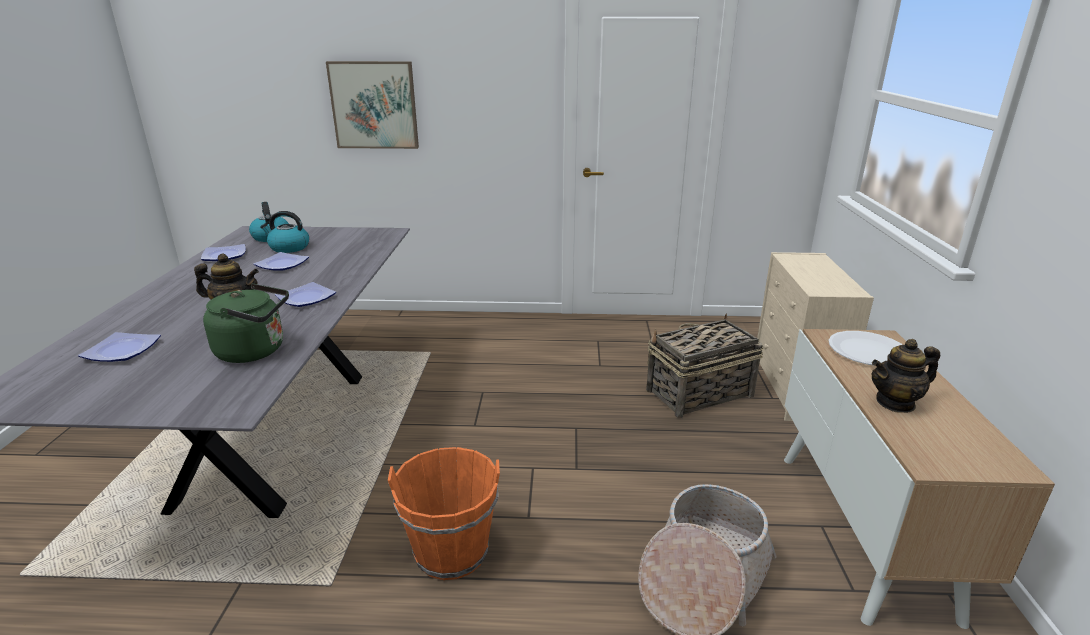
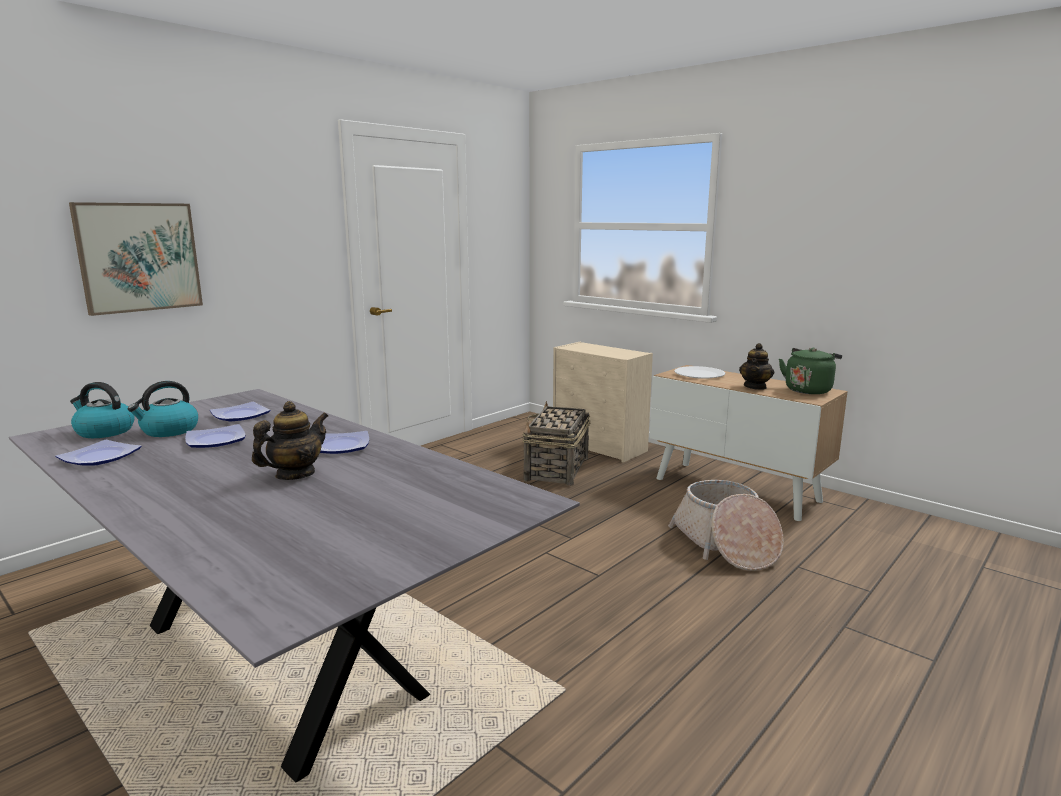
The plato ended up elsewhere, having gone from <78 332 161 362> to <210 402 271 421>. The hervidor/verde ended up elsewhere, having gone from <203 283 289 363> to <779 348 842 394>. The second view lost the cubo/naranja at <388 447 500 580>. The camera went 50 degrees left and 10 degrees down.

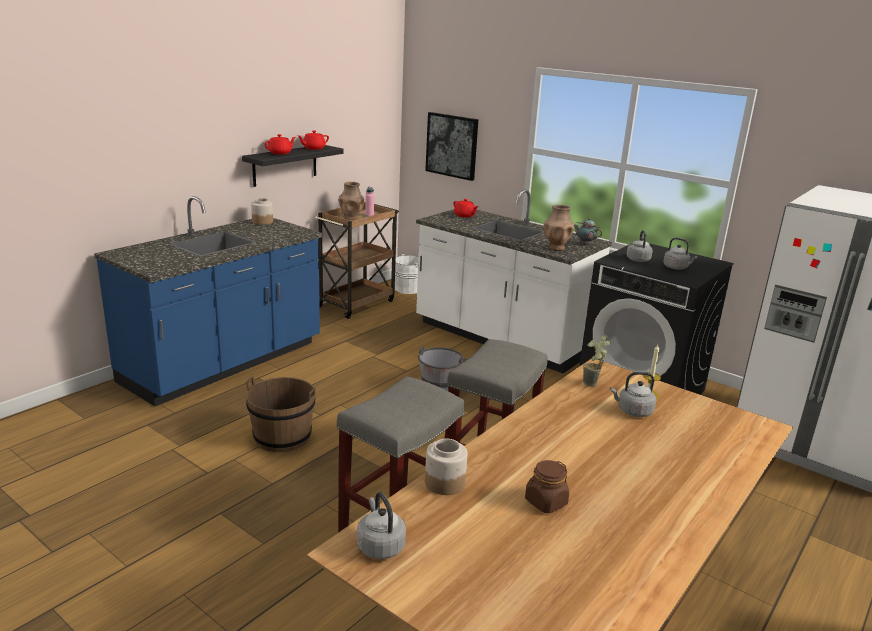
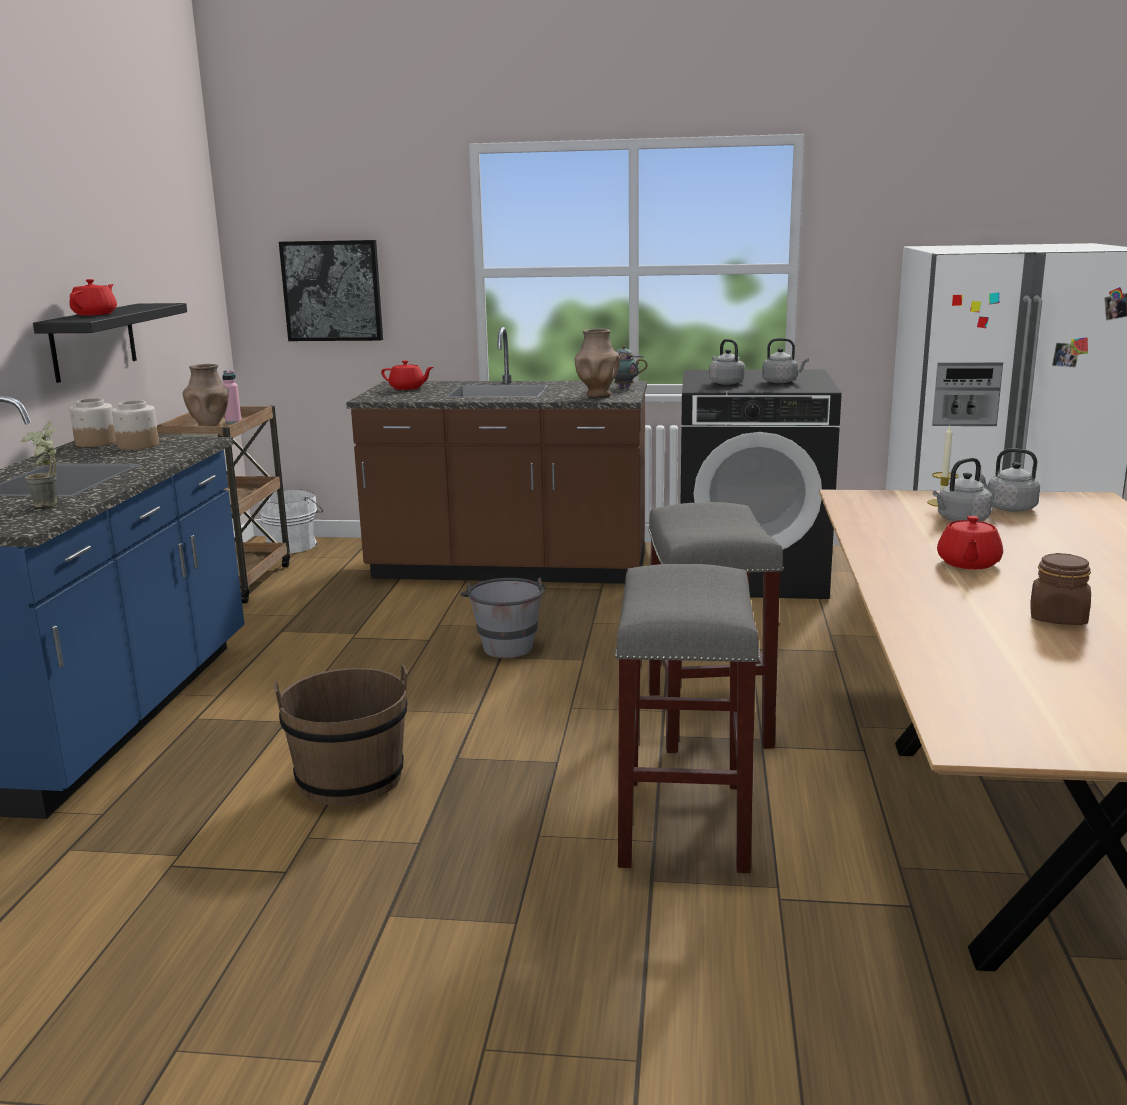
The tetera/rojo ended up elsewhere, having gone from <298 131 329 150> to <937 516 1003 569>. The hervidor/gris ended up elsewhere, having gone from <357 492 406 559> to <980 448 1040 512>. What was the mueble bajo de cocina/blanco at <416 189 612 373> turned into the mueble bajo de cocina/marrón at <346 327 647 584>. The tarro ended up elsewhere, having gone from <425 439 467 495> to <112 400 159 450>. The planta en maceta ended up elsewhere, having gone from <583 334 611 387> to <20 421 57 507>. The camera went 30 degrees left and 5 degrees down.

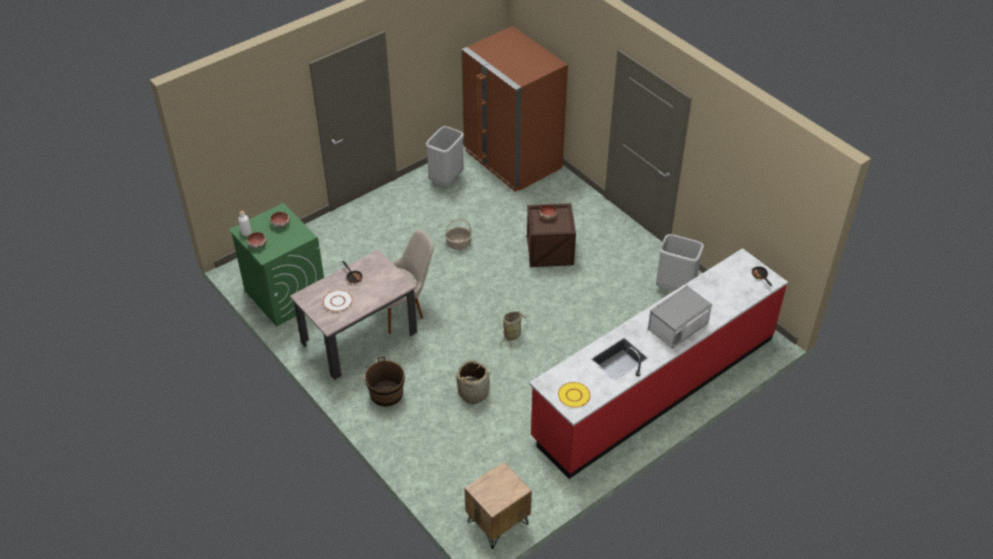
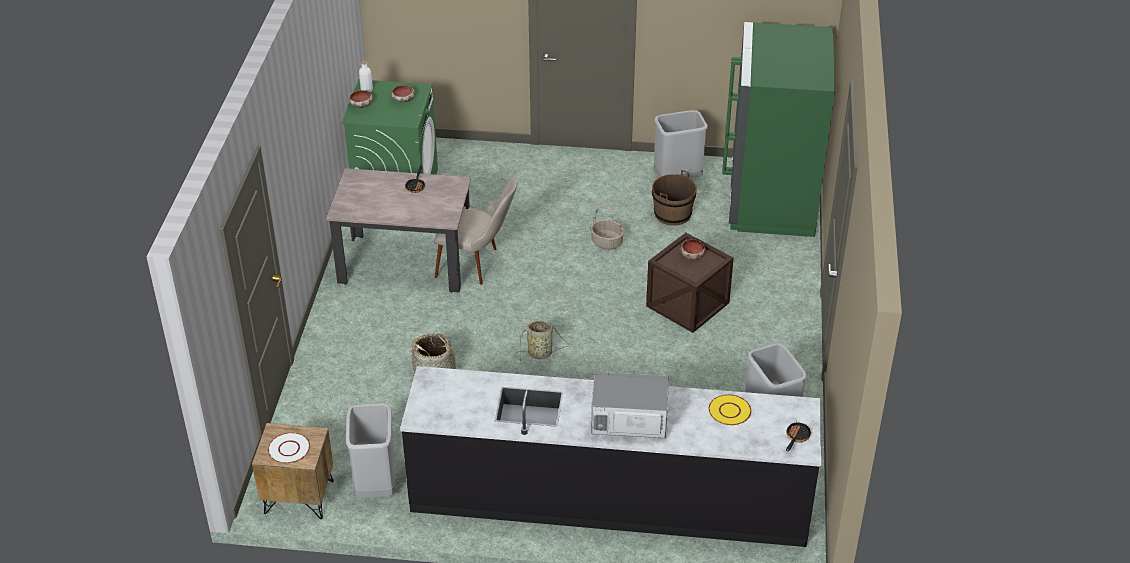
The plato/blanco ended up elsewhere, having gone from <323 290 353 311> to <268 432 310 463>. The cubo/marrón ended up elsewhere, having gone from <365 356 405 407> to <652 170 697 226>. What was the nevera/marrón at <461 26 568 192> turned into the nevera/verde at <722 22 835 237>. What was the mueble bajo de cocina/rojo at <529 248 788 479> turned into the mueble bajo de cocina/negro at <400 366 821 547>. The plato/amarillo ended up elsewhere, having gone from <558 382 590 408> to <709 394 751 425>. The second view gained the papelera/gris at <346 403 395 498>. The camera went 45 degrees right and 5 degrees down.

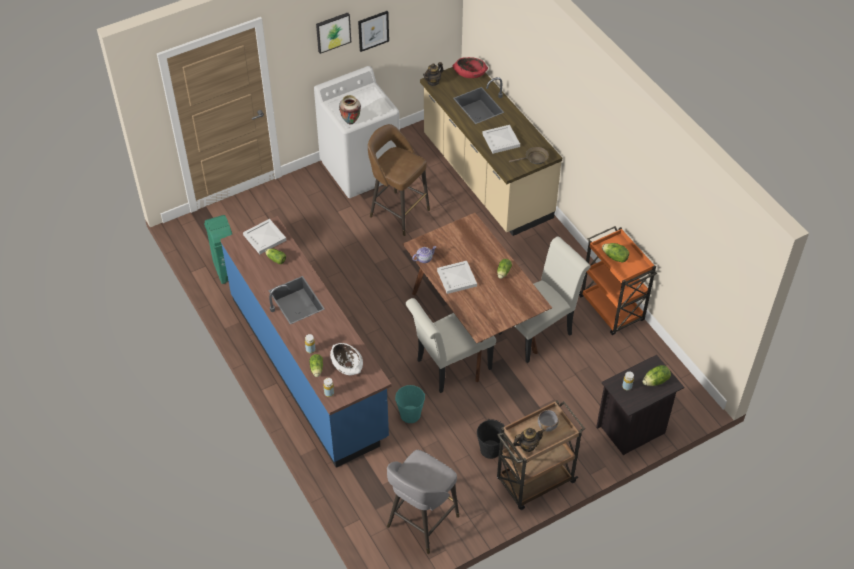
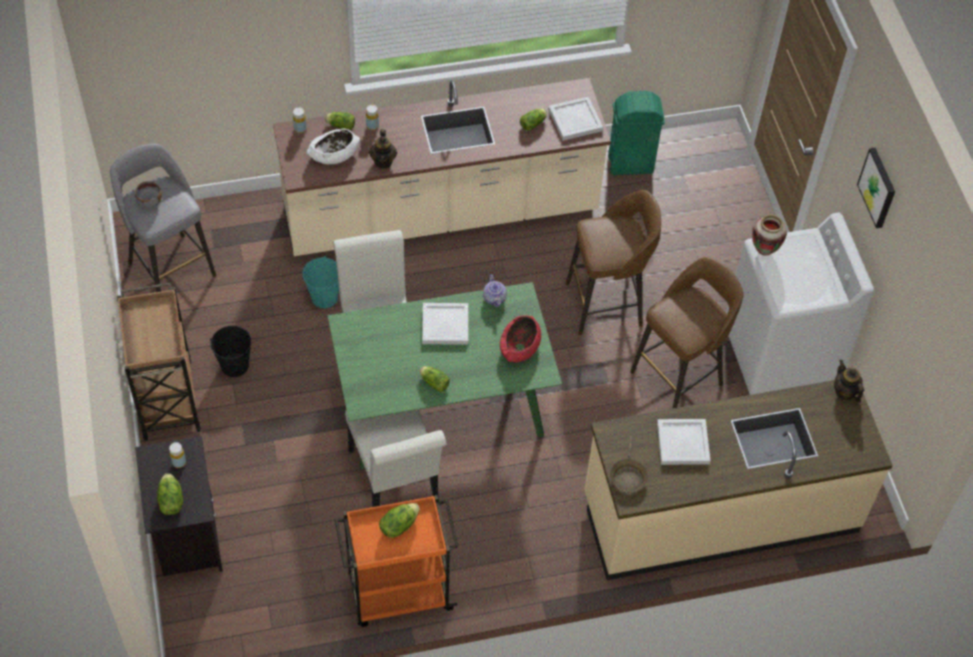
What was the mueble bajo de cocina/azul at <220 216 392 468> turned into the mueble bajo de cocina/beis at <273 78 611 256>. The second view lost the cuadro at <358 11 389 52>. What was the mesa de comedor/marrón at <403 213 552 382> turned into the mesa de comedor/verde at <327 282 562 469>. The cuenco/rojo ended up elsewhere, having gone from <452 57 488 78> to <500 315 541 362>. The tetera ended up elsewhere, having gone from <513 428 545 452> to <369 129 397 168>. The cuenco/gris ended up elsewhere, having gone from <538 410 559 431> to <135 181 162 208>. The second view gained the taburete/marrón at <565 190 661 335>. The camera went 105 degrees right and 5 degrees up.

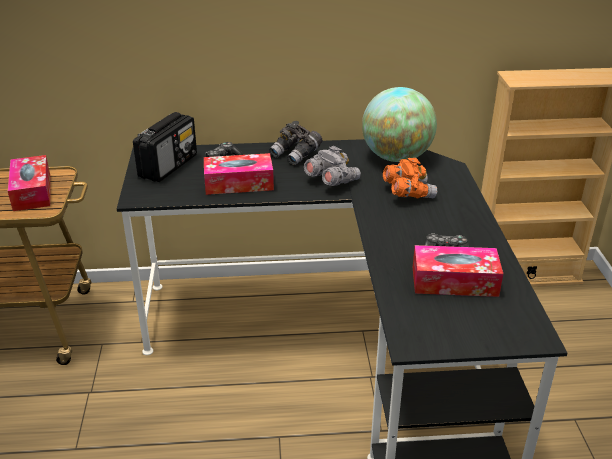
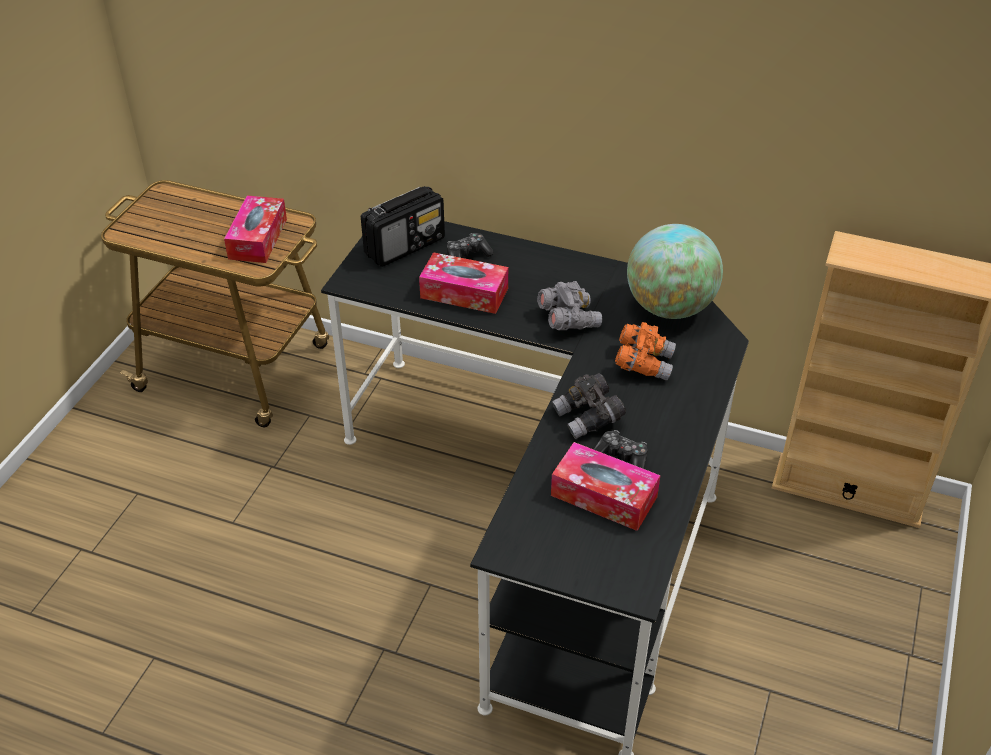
The prismáticos/gris ended up elsewhere, having gone from <269 121 323 165> to <552 373 626 439>. The camera went 25 degrees right and 10 degrees up.

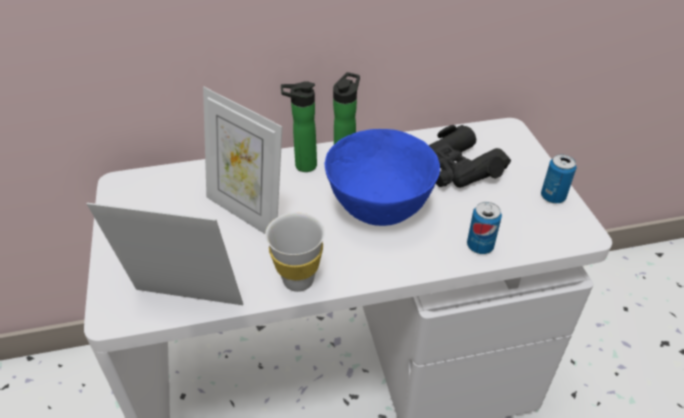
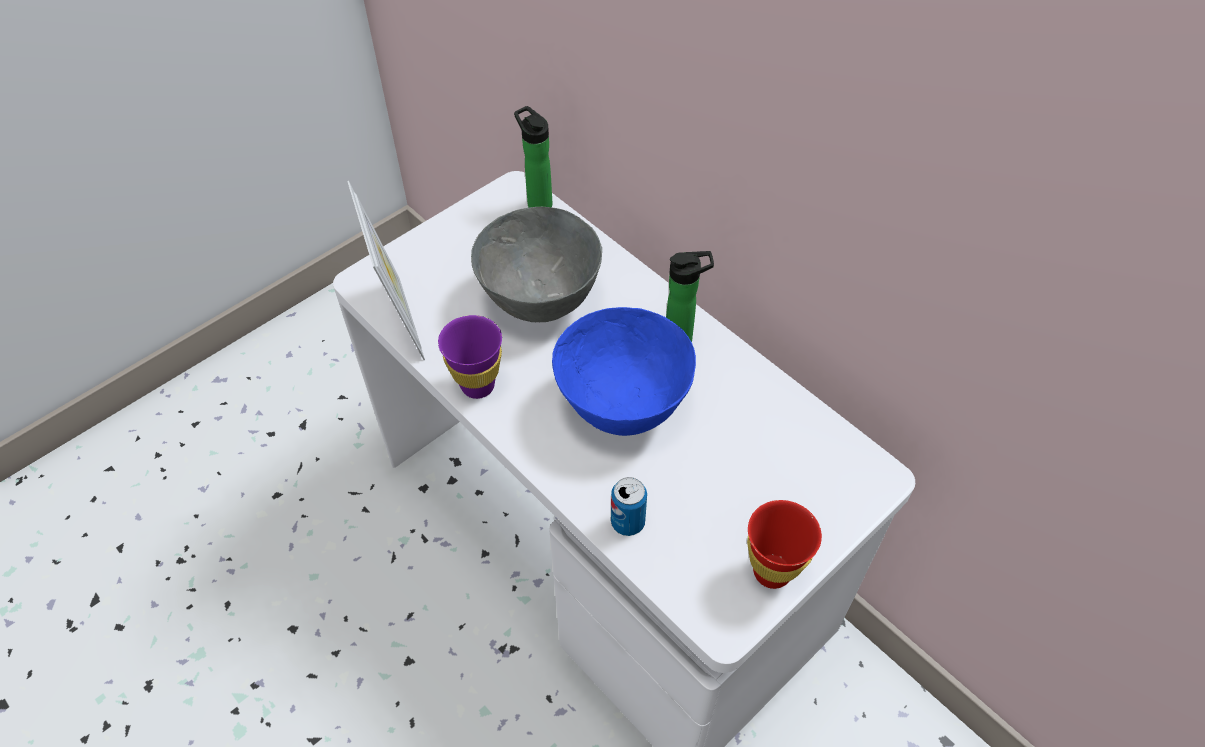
Where the portarretratos stood at <203 87 283 234>, the cuenco/gris came to stand at <471 207 602 322>. What was the taza/blanco at <265 212 325 292> turned into the taza/morado at <438 315 502 399>. The botella ended up elsewhere, having gone from <281 81 317 172> to <514 106 553 208>. The second view lost the prismáticos/negro at <429 125 511 188>. Where the lata stood at <541 154 577 204>, the taza/rojo came to stand at <747 500 822 589>. The camera went 60 degrees right and 10 degrees up.

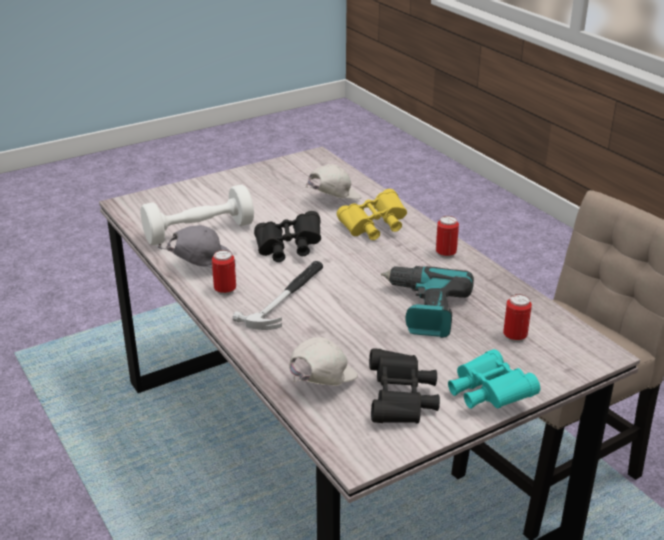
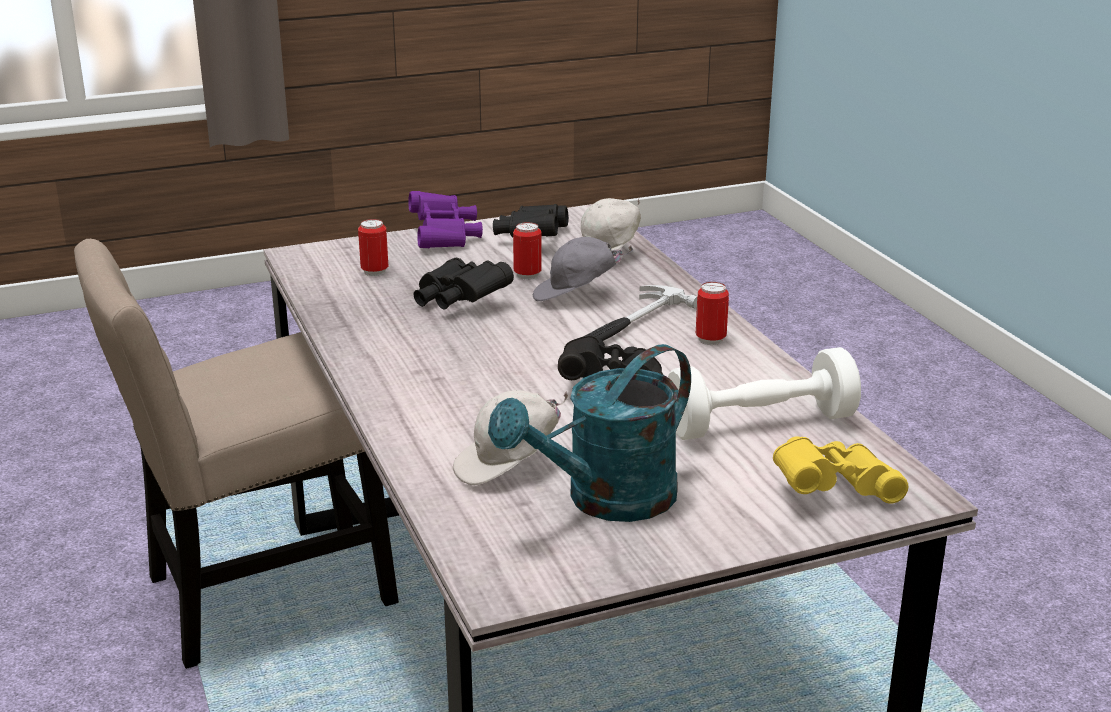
The gorra/gris ended up elsewhere, having gone from <157 225 236 268> to <533 237 633 301>. The prismáticos/amarillo ended up elsewhere, having gone from <337 189 407 240> to <773 436 908 504>. Where the taladro stood at <381 266 474 338>, the prismáticos/negro came to stand at <414 258 514 310>. The lata ended up elsewhere, having gone from <436 216 459 259> to <513 222 542 280>. What was the prismáticos/turquesa at <448 349 540 409> turned into the prismáticos/morado at <408 191 483 248>. The second view gained the regadera/turquesa at <488 344 691 522>. The camera went 170 degrees left and 5 degrees down.

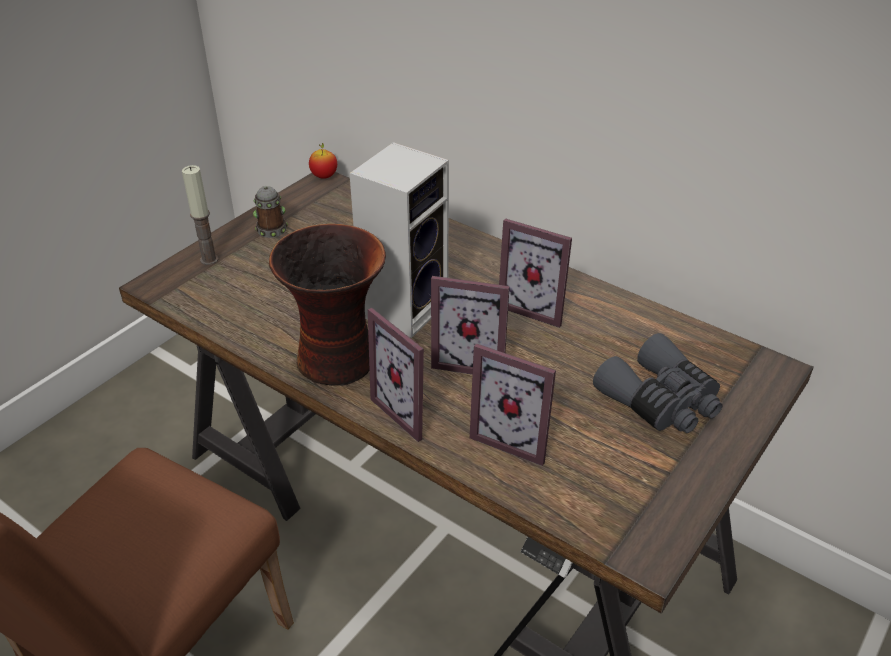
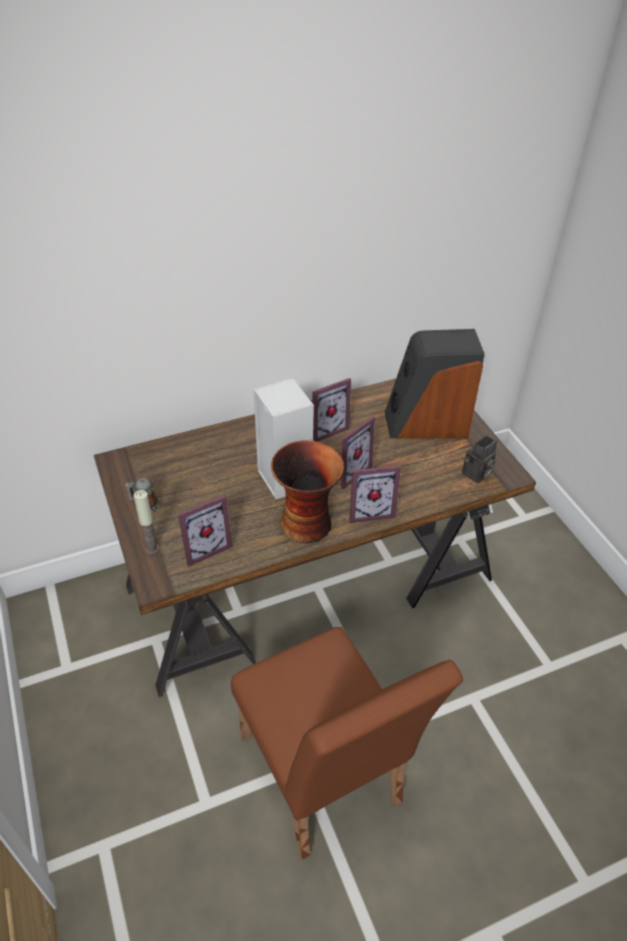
The second view lost the manzana at <309 143 337 179>. The portarretratos ended up elsewhere, having gone from <470 343 556 466> to <178 495 233 567>. Where the prismáticos/gris stood at <593 333 723 433>, the altavoz came to stand at <385 329 485 439>. The second view gained the cámara at <462 435 497 483>. The camera went 60 degrees left and 5 degrees up.

